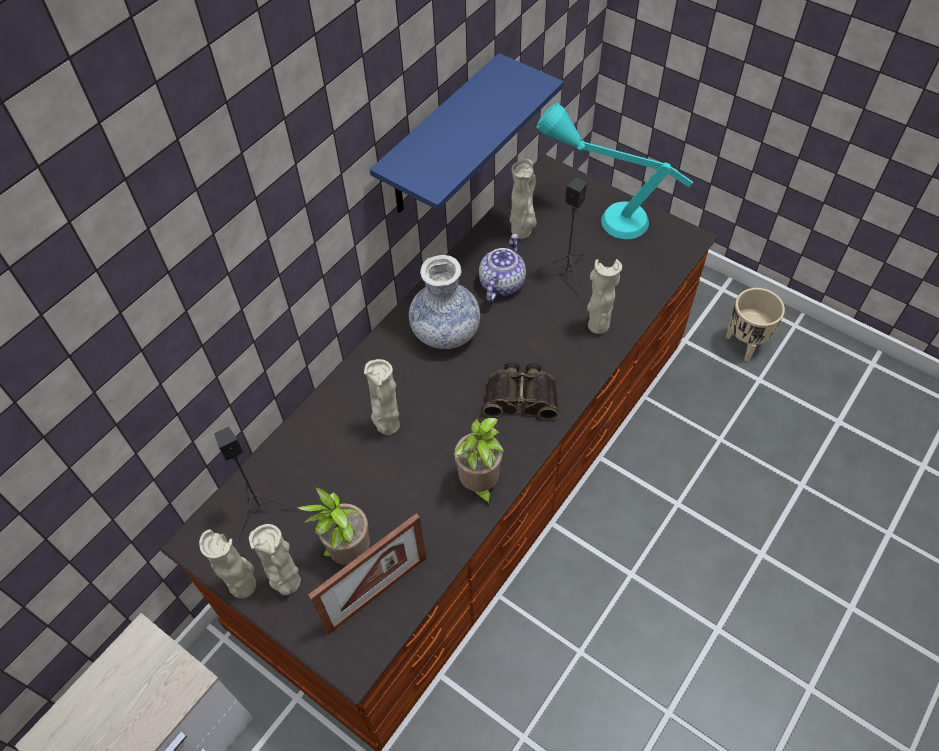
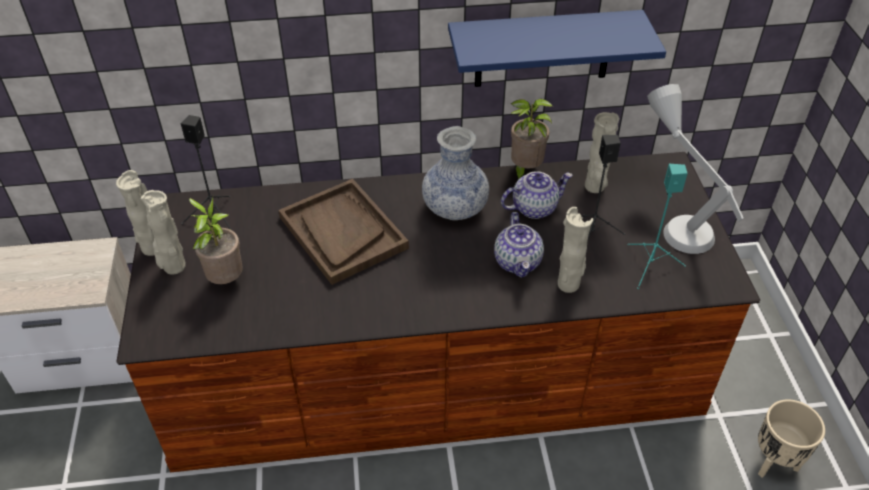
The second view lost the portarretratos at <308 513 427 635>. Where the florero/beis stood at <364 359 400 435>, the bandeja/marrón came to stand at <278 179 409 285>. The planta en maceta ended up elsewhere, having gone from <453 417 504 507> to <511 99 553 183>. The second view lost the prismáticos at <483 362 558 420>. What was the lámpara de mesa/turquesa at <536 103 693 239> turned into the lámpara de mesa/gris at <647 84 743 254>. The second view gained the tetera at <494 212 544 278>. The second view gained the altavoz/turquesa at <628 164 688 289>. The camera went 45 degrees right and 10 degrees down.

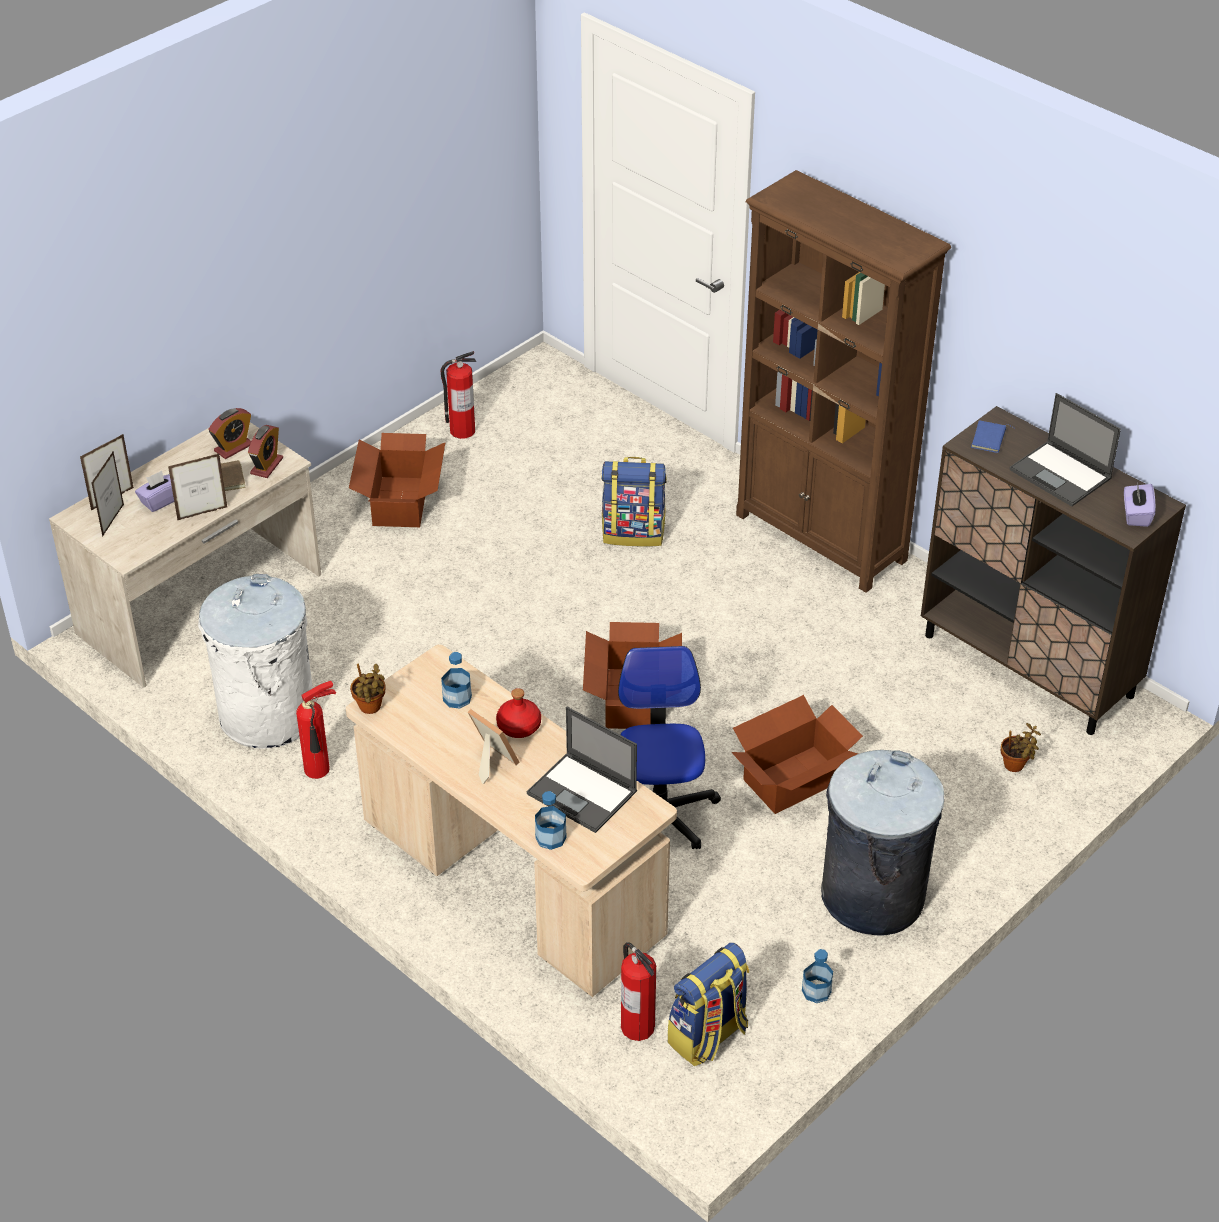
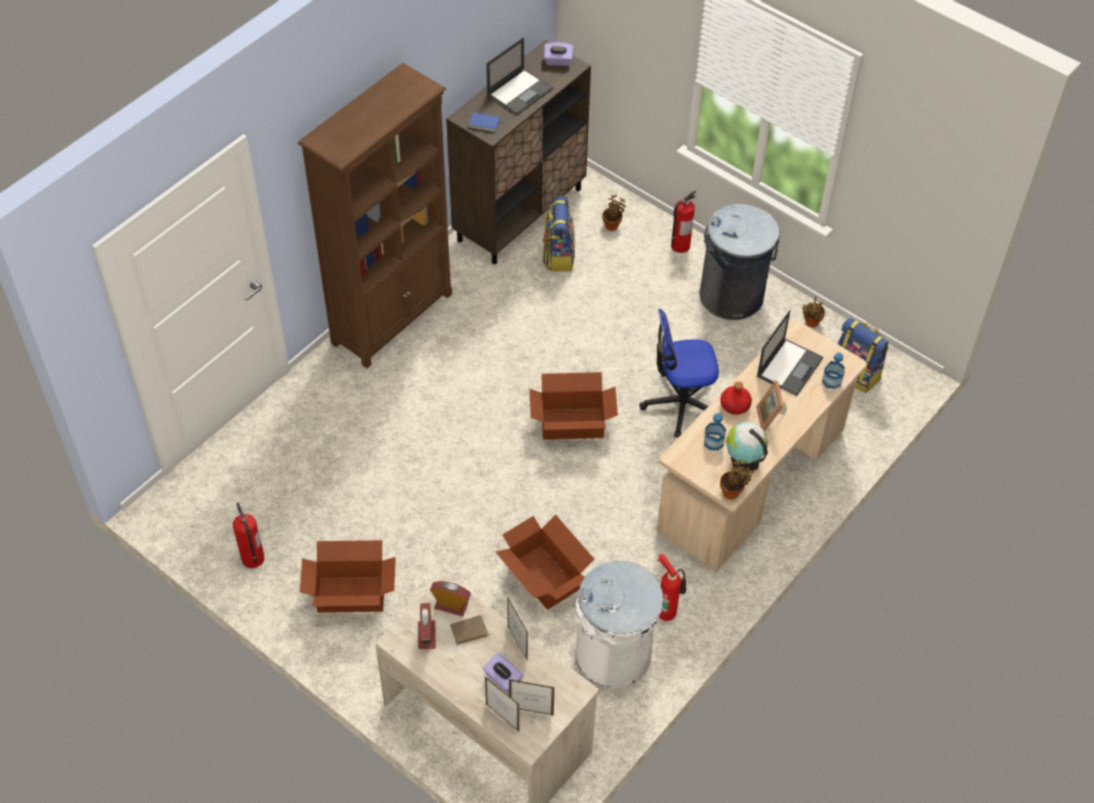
The despertador at <209 408 251 459> ended up facing another way, 135 degrees counterclockwise from before. The portarretratos at <468 709 519 784> ended up facing another way, 45 degrees counterclockwise from before. The mochila ended up elsewhere, having gone from <601 457 667 547> to <543 196 575 272>. The extintor ended up elsewhere, having gone from <621 942 656 1041> to <671 190 696 253>. The caja de cartón ended up elsewhere, having gone from <731 695 863 814> to <496 515 595 610>. Where the botella stood at <802 949 833 1003>, the planta en maceta came to stand at <802 296 825 327>. The second view gained the globo terráqueo at <726 421 768 473>. The camera went 95 degrees left and 10 degrees up.

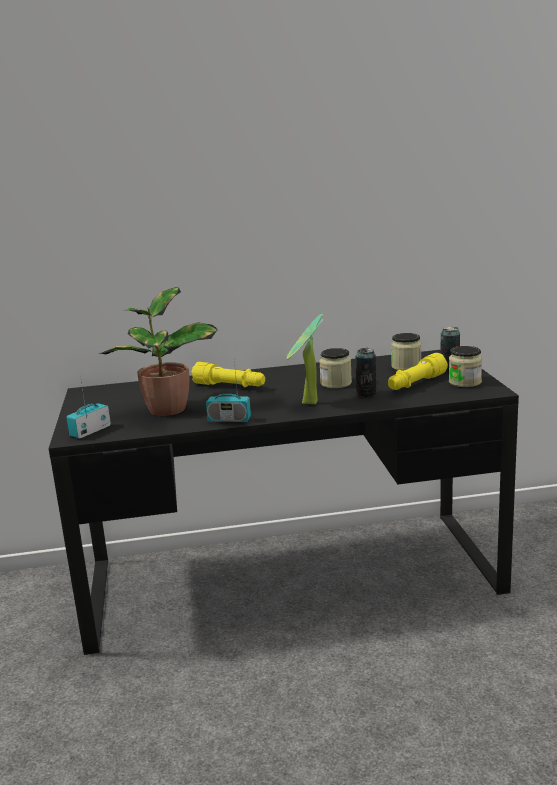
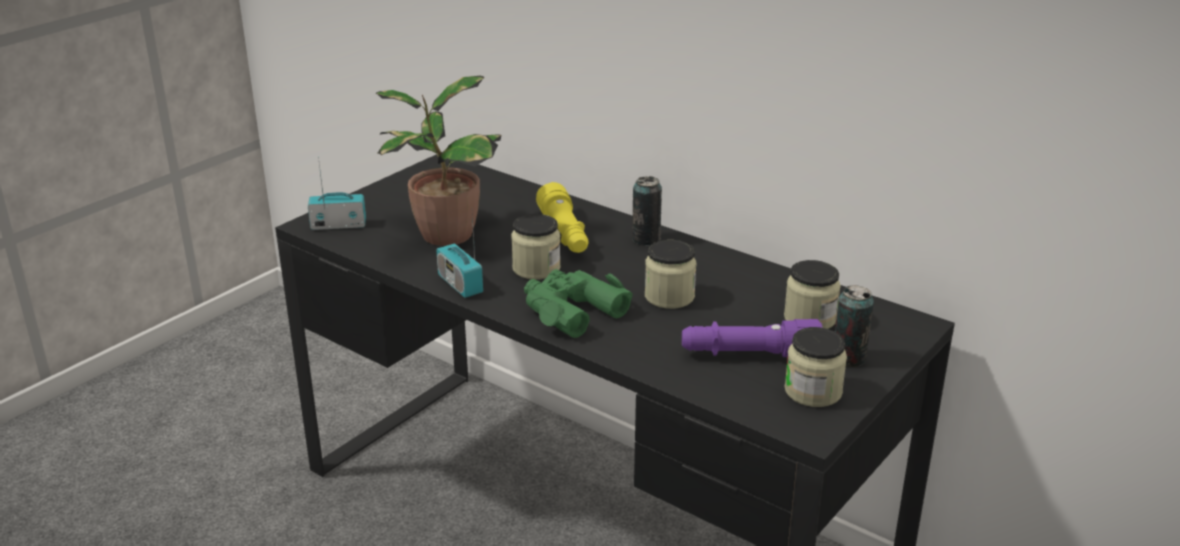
Where the planta en maceta stood at <286 314 323 404>, the prismáticos/verde came to stand at <524 269 633 338>. The lata ended up elsewhere, having gone from <355 348 377 397> to <632 176 662 246>. What was the linterna/amarillo at <388 353 448 390> turned into the linterna/morado at <682 319 822 357>. The second view gained the tarro at <511 214 561 280>. The camera went 45 degrees right and 10 degrees up.

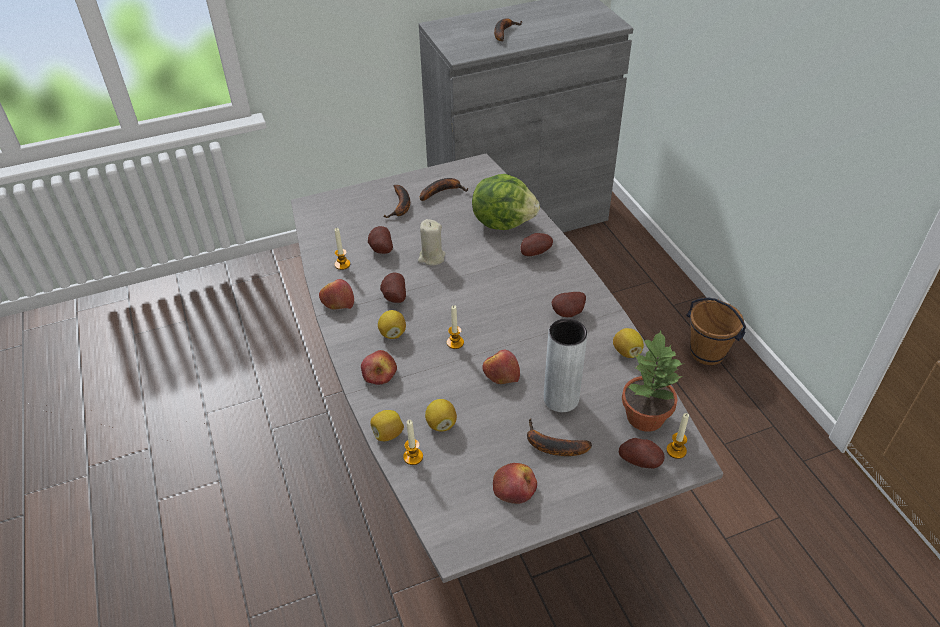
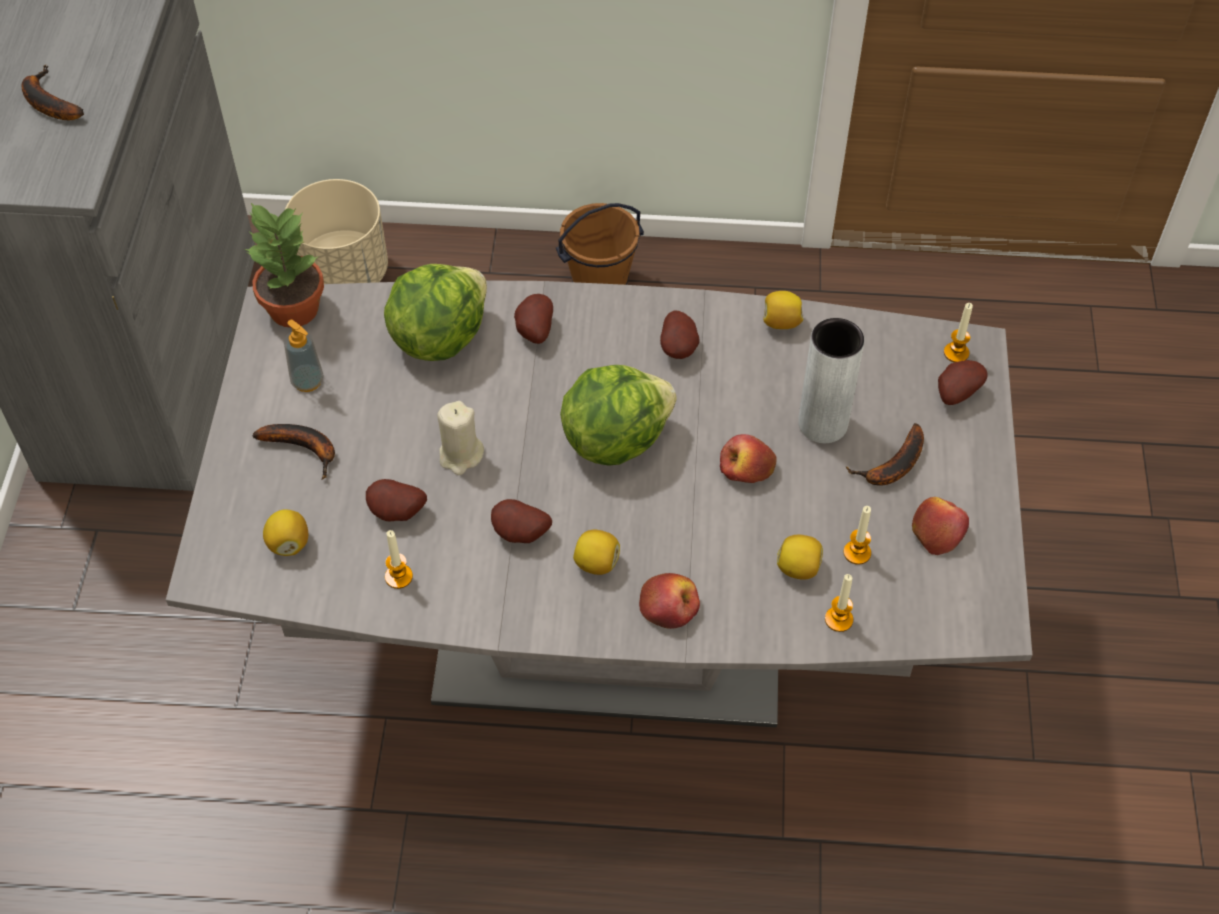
The second view lost the manzana at <319 279 354 310>. The limón ended up elsewhere, having gone from <370 410 404 441> to <263 509 308 556>. Where the plátano stood at <420 178 468 201>, the dispensador de jabón came to stand at <284 320 324 392>. The vela ended up elsewhere, having gone from <447 305 464 349> to <844 506 871 565>. The planta en maceta ended up elsewhere, having gone from <622 330 683 432> to <245 203 324 328>. The second view gained the maceta/beis at <285 179 388 284>. The second view gained the lechuga at <560 365 677 466>. The camera went 65 degrees left and 10 degrees up.

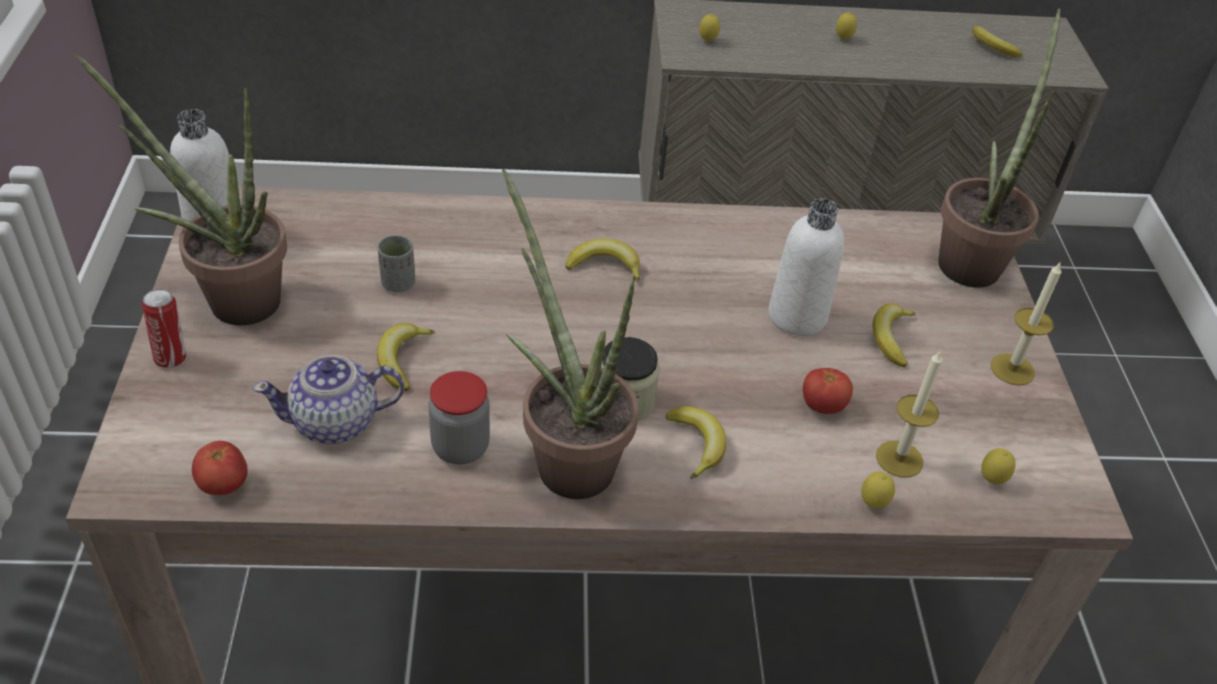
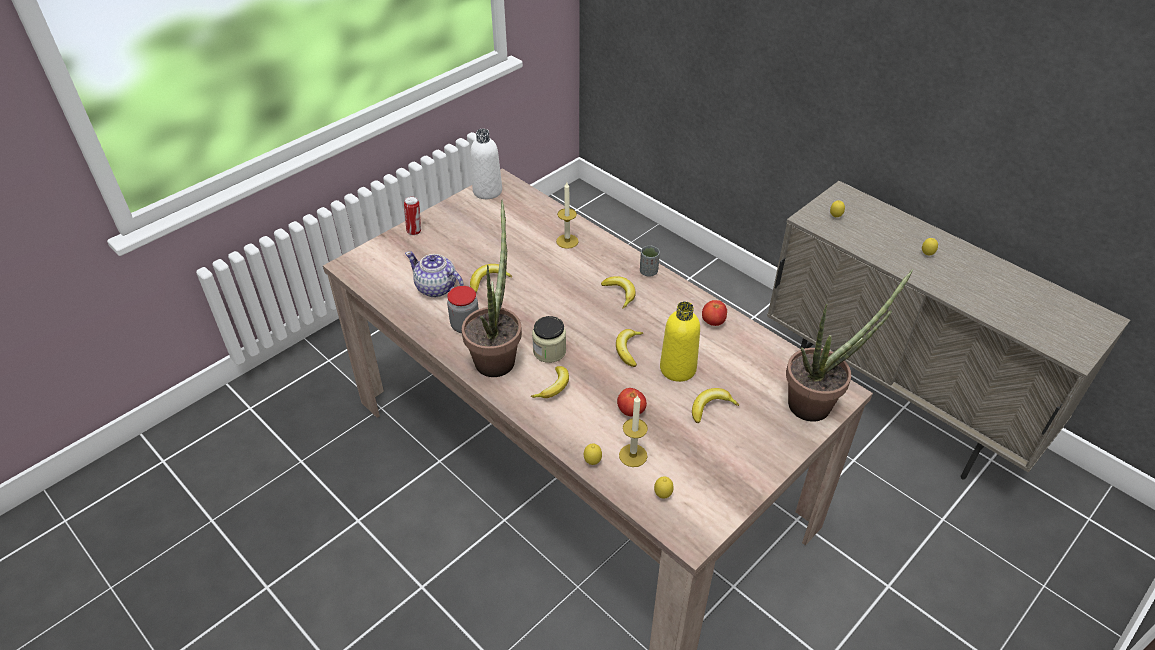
The second view lost the planta en maceta at <73 53 287 325>. The tomate ended up elsewhere, having gone from <192 441 247 495> to <702 300 727 326>. The taza/gris ended up elsewhere, having gone from <378 235 415 292> to <640 246 660 277>. What was the botella/blanco at <768 198 844 336> turned into the botella/amarillo at <660 301 700 382>. The plátano ended up elsewhere, having gone from <972 26 1023 57> to <616 329 643 367>. The vela ended up elsewhere, having gone from <991 261 1061 385> to <556 182 579 249>. The camera went 50 degrees right and 0 degrees up.

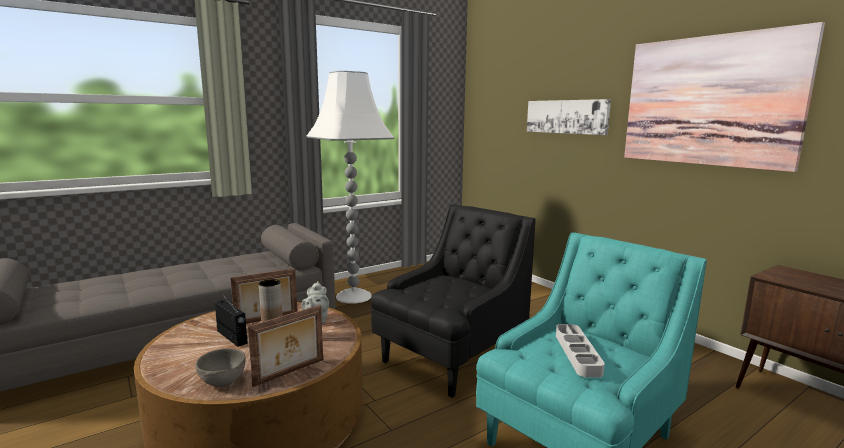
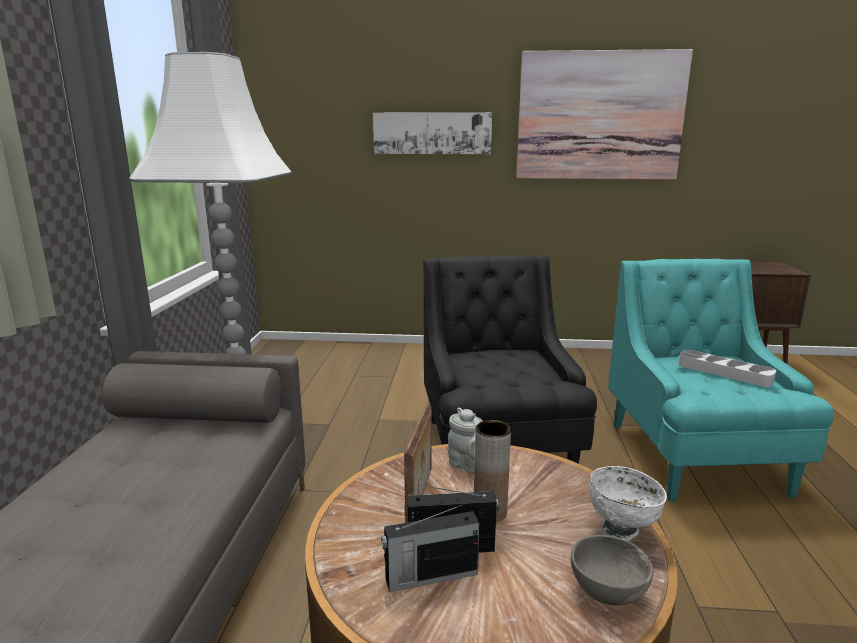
Where the portarretratos stood at <247 305 323 387>, the cuenco/blanco came to stand at <589 466 667 541>. The second view gained the radio at <381 504 480 592>. The camera went 50 degrees left and 5 degrees up.

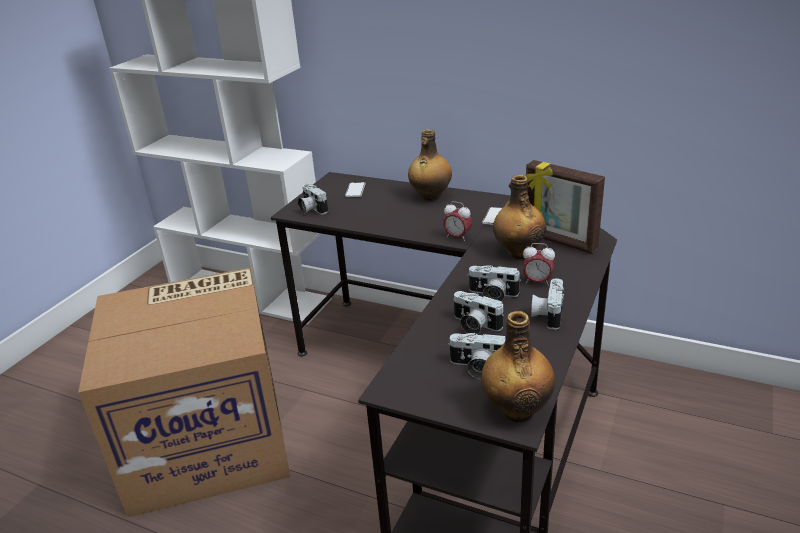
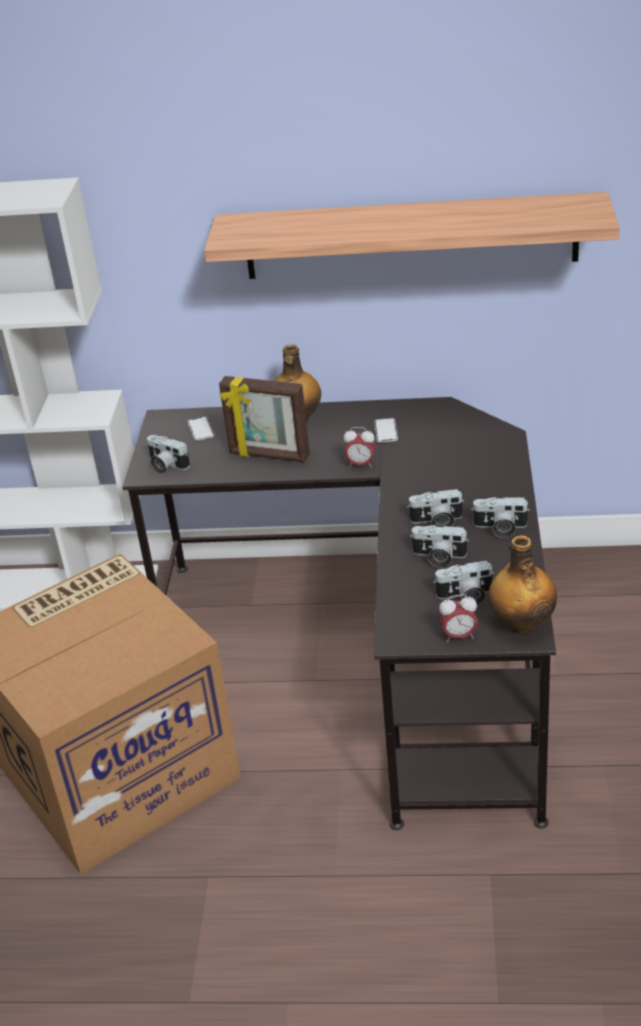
The second view lost the botella at <493 175 546 259>. The despertador ended up elsewhere, having gone from <523 243 555 286> to <439 594 478 642>. The portarretratos ended up elsewhere, having gone from <525 160 605 254> to <219 376 310 462>. The cámara at <531 278 564 330> ended up facing another way, 75 degrees counterclockwise from before. The second view gained the estante at <204 192 620 279>. The camera went 20 degrees left and 5 degrees up.

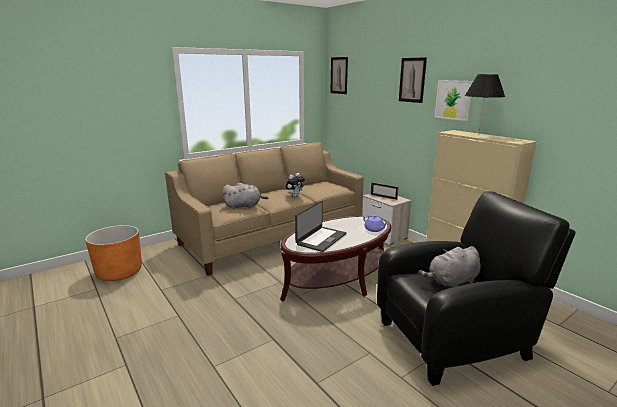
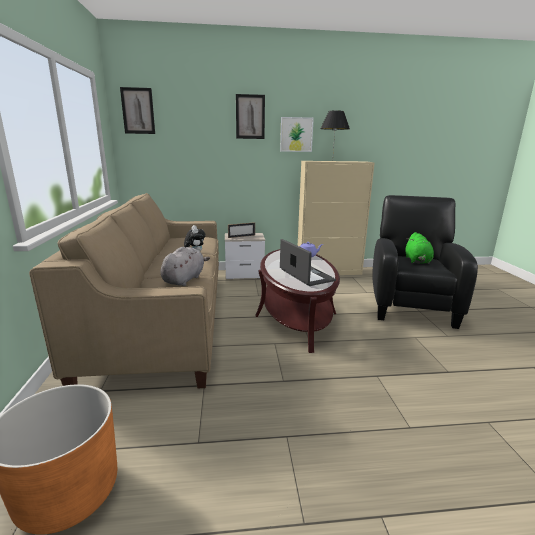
What was the peluche/gris at <418 246 481 288> turned into the peluche/verde at <405 232 434 264>. The camera went 60 degrees left and 0 degrees up.

